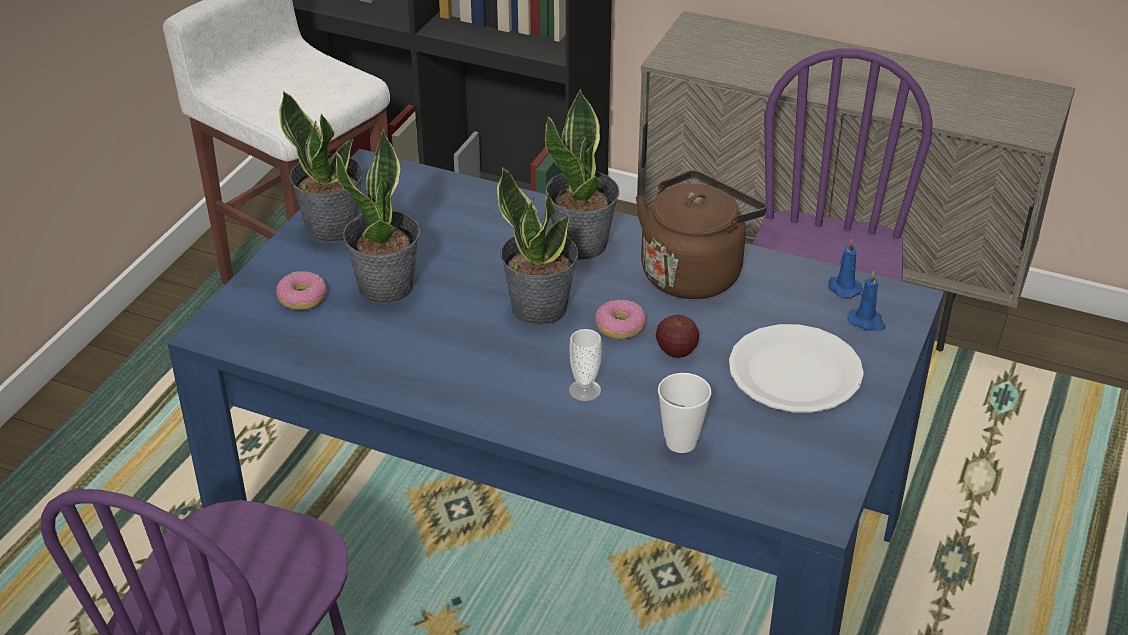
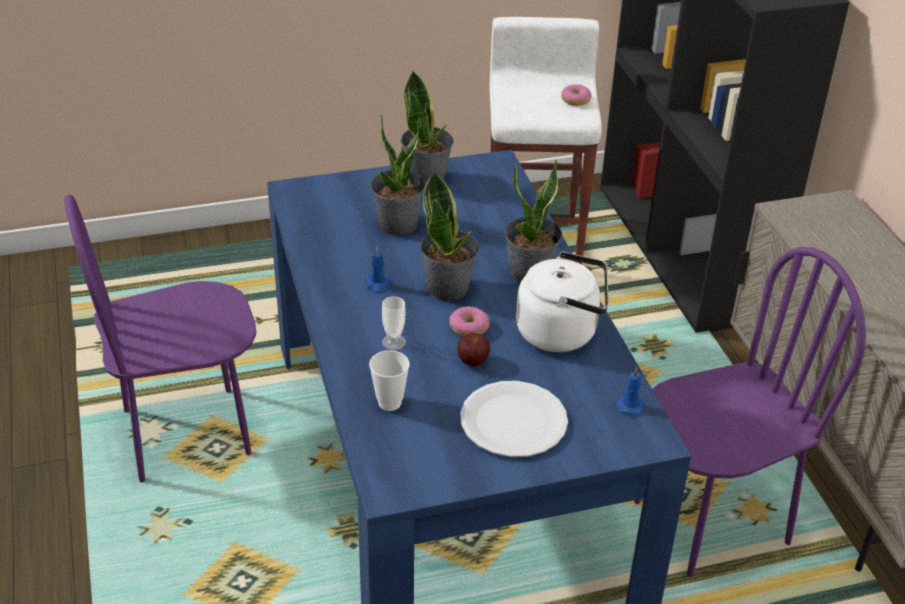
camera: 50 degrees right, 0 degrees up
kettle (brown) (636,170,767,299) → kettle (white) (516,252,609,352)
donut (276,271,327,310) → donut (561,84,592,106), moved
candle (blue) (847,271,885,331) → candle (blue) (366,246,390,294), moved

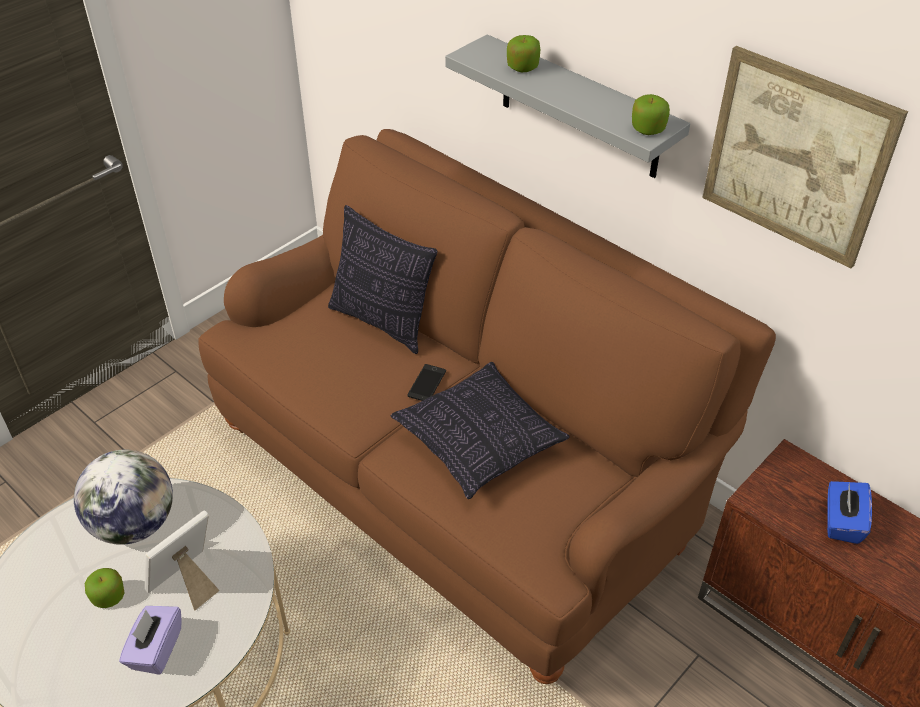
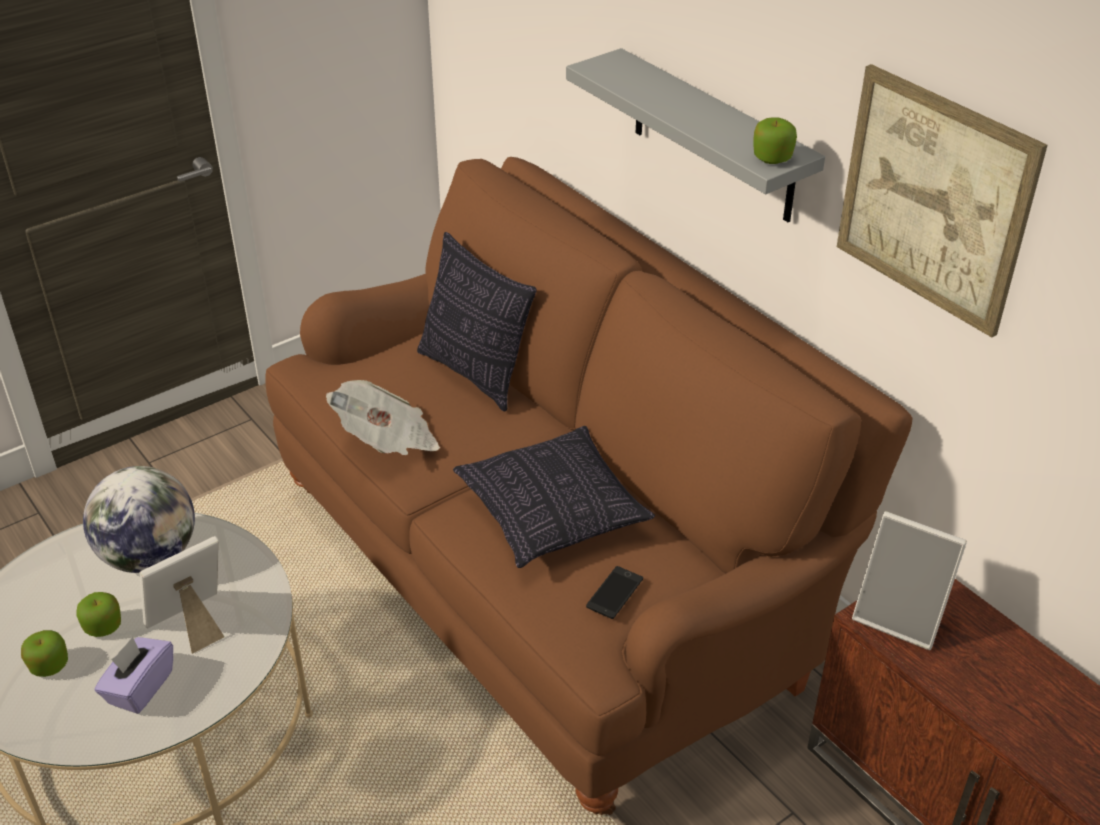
camera: 10 degrees right, 5 degrees down
apple (507,35,540,72) → apple (21,630,68,677), moved
phone (407,364,446,401) → phone (586,566,643,619), moved
tissue box (blue) (827,481,872,544) → -
- → newspaper (326,380,440,455)
- → picture frame (852,511,967,650)

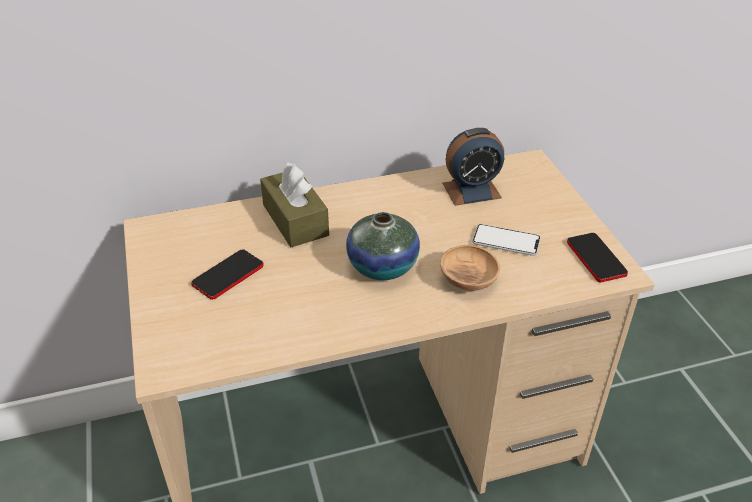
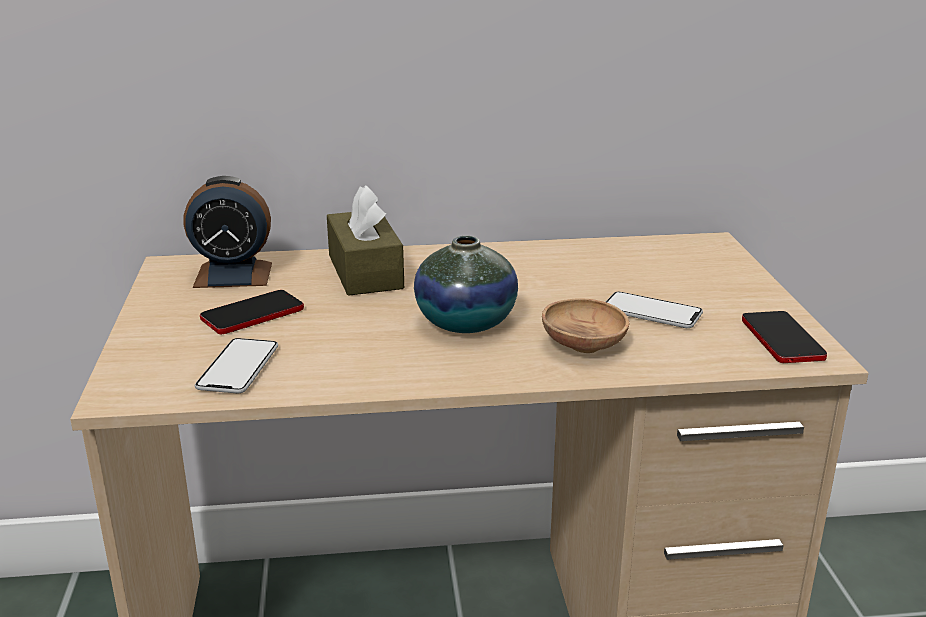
camera: 10 degrees right, 15 degrees down
alarm clock (442,128,504,206) → alarm clock (184,176,272,288), moved
- → phone (195,338,278,393)

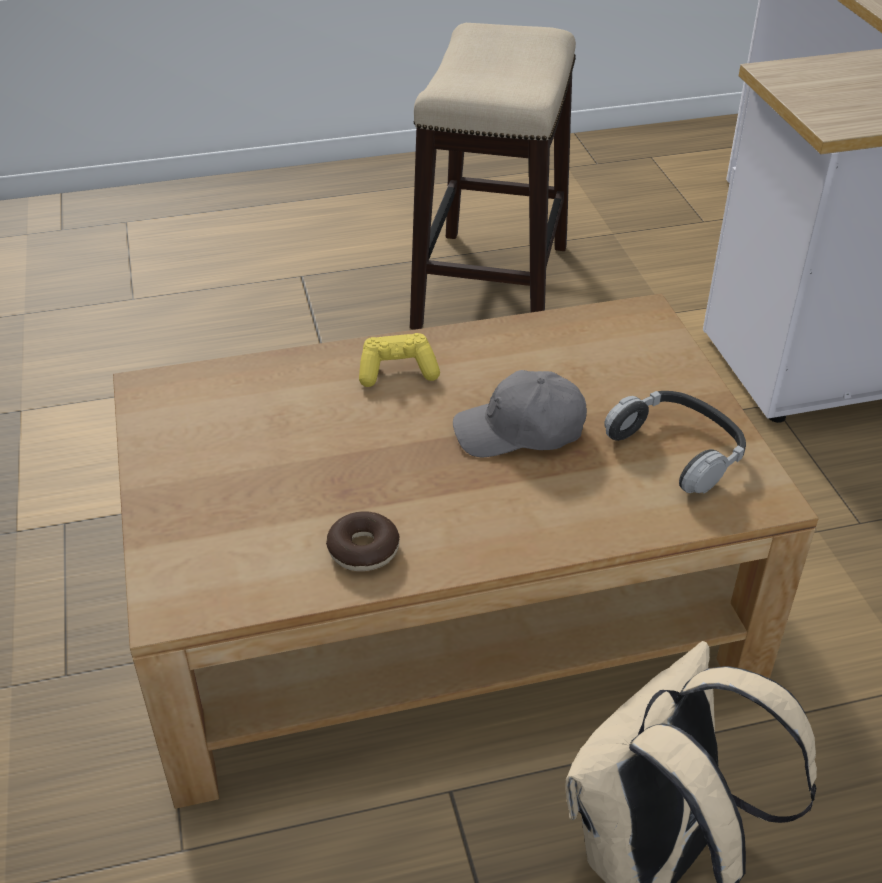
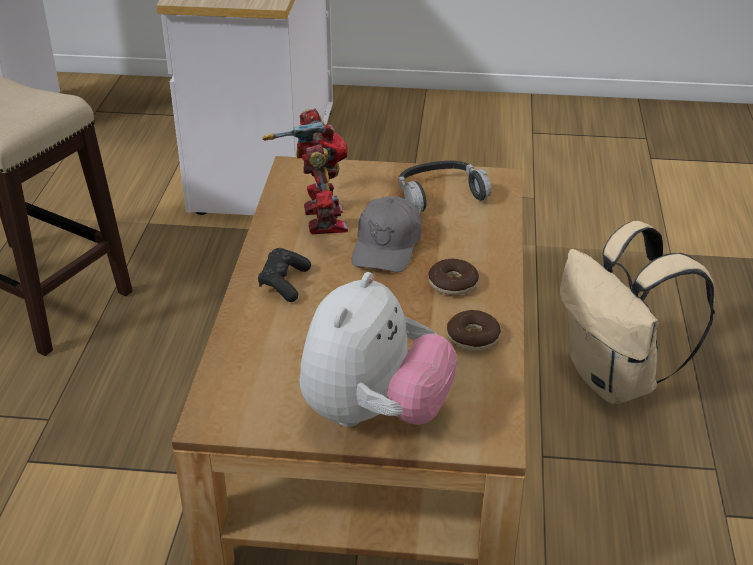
camera: 70 degrees left, 5 degrees down
game controller (yellow) (359,333,440,387) → game controller (black) (258,248,311,302)
- → toy robot (263,108,348,234)
- → donut (428,259,479,295)
- → plush toy (299,272,457,427)

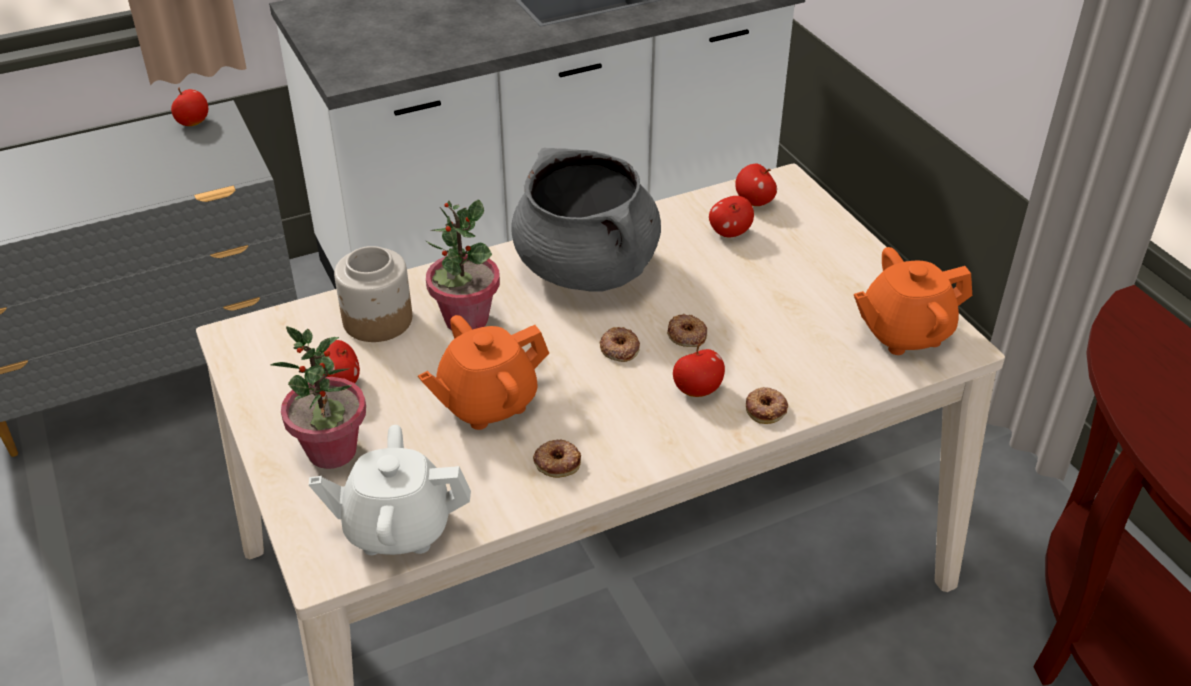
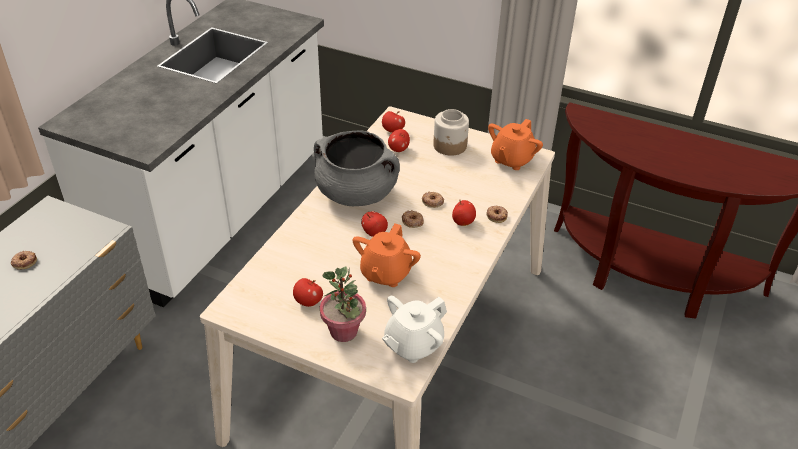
camera: 40 degrees left, 0 degrees up
apple (171,87,208,126) → apple (361,211,388,237), moved
potted plant (426,199,500,331) → -
jar (334,246,412,342) → jar (433,109,469,156), moved
donut (533,440,581,478) → donut (11,251,37,269), moved

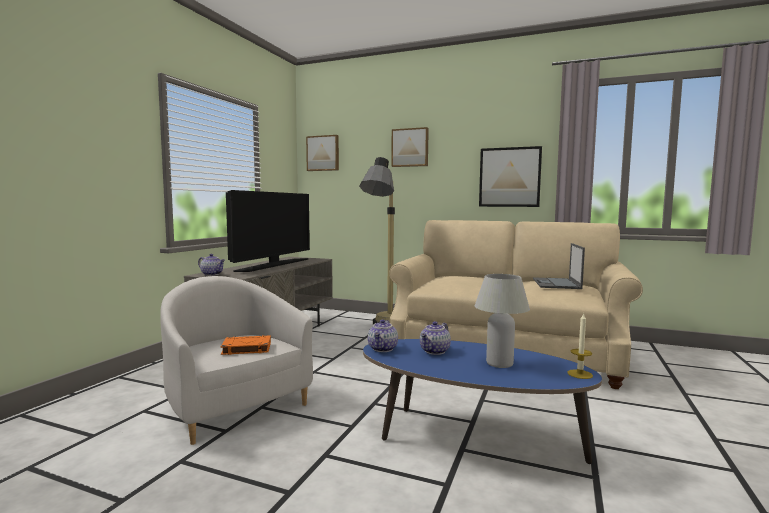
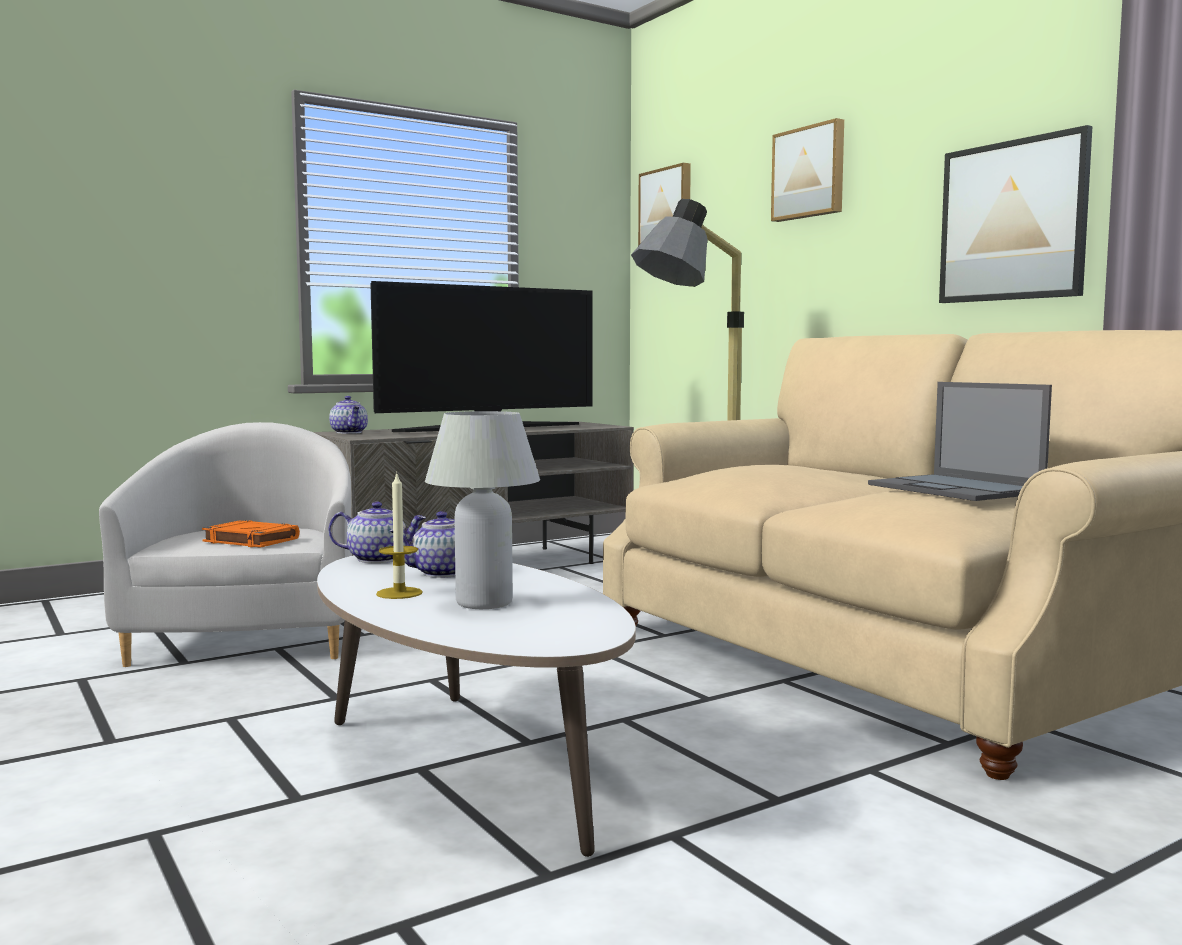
camera: 35 degrees right, 0 degrees up
laptop (533,243,585,289) → laptop (868,382,1052,501), 75 degrees counterclockwise
candle (567,312,593,379) → candle (376,474,423,599), moved
teapot (368,319,398,352) → teapot (328,502,426,563), 135 degrees counterclockwise
coffee table (blue) (363,339,602,464) → coffee table (white) (317,555,636,857)

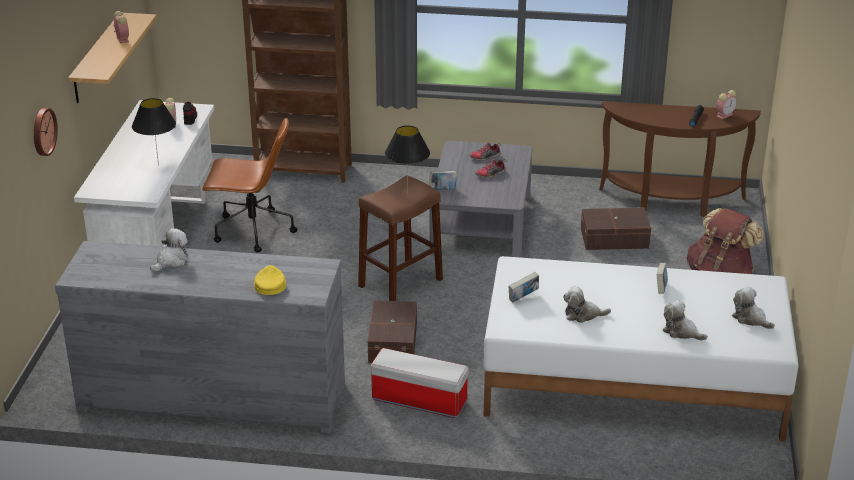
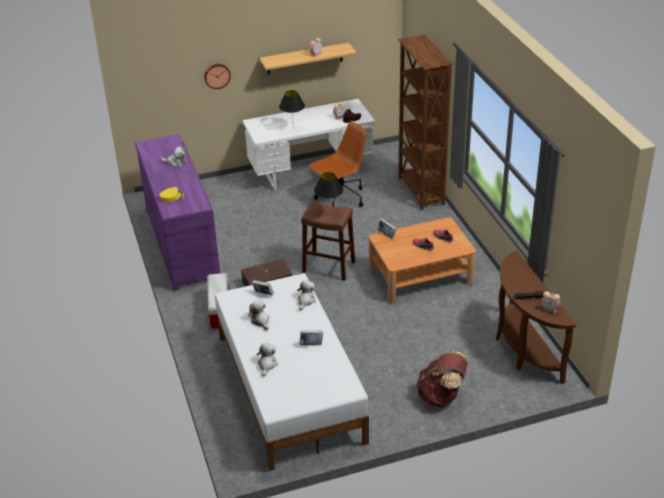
camera: 65 degrees right, 5 degrees up
office chair (brown) (202,117,297,253) → office chair (brown) (308,121,367,207), 105 degrees counterclockwise
coffee table (grey) (430,141,533,258) → coffee table (brown) (369,217,476,304)
storage box (brown) (581,207,651,250) → -
dresser (grey) (55,241,345,433) → dresser (purple) (135,134,220,291)
plush toy (732,287,775,329) → plush toy (297,281,316,311), moved

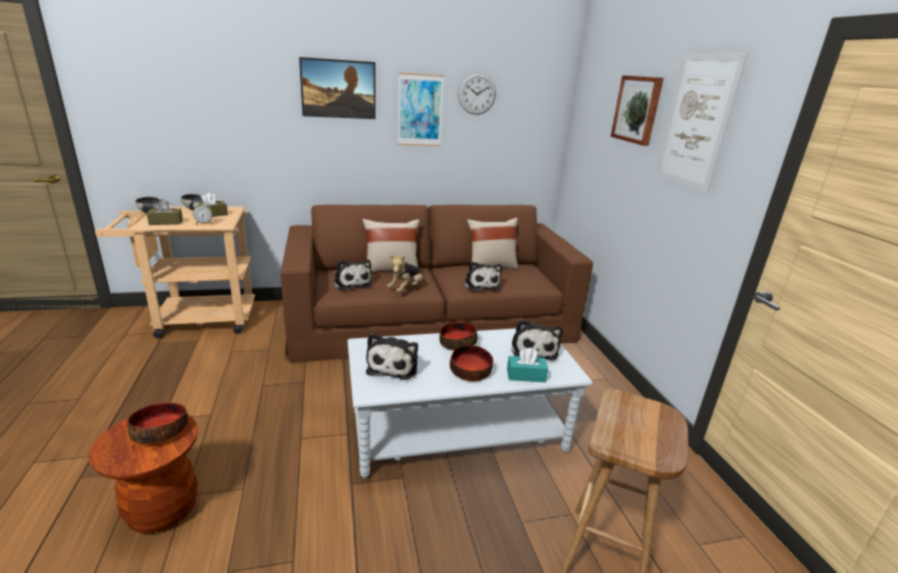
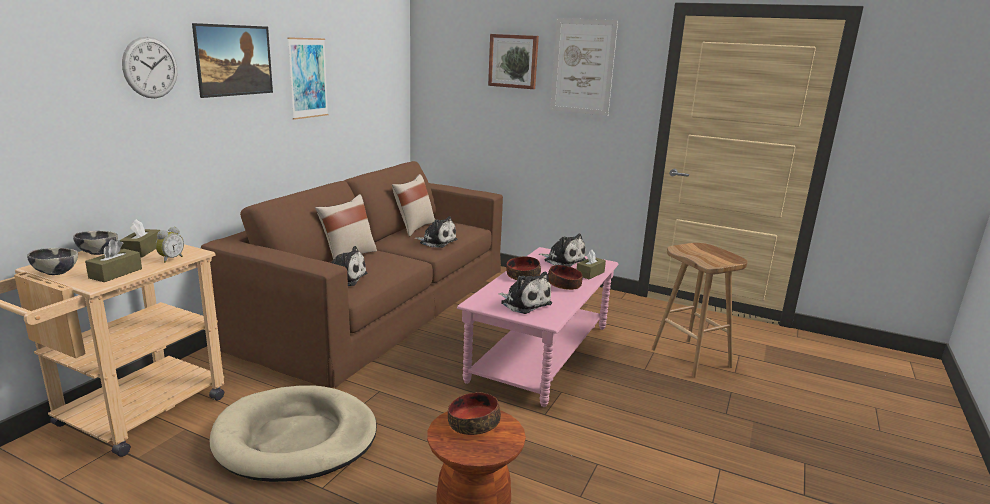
camera: 50 degrees left, 5 degrees down
wall clock (458,73,496,115) → wall clock (122,37,177,98), moved
plush toy (387,255,425,292) → -
coffee table (grey) (347,328,593,478) → coffee table (pink) (457,247,619,407)
tissue box (turquoise) (507,348,548,382) → tissue box (brown) (577,250,606,279)
- → dog bed (beige) (209,385,377,482)

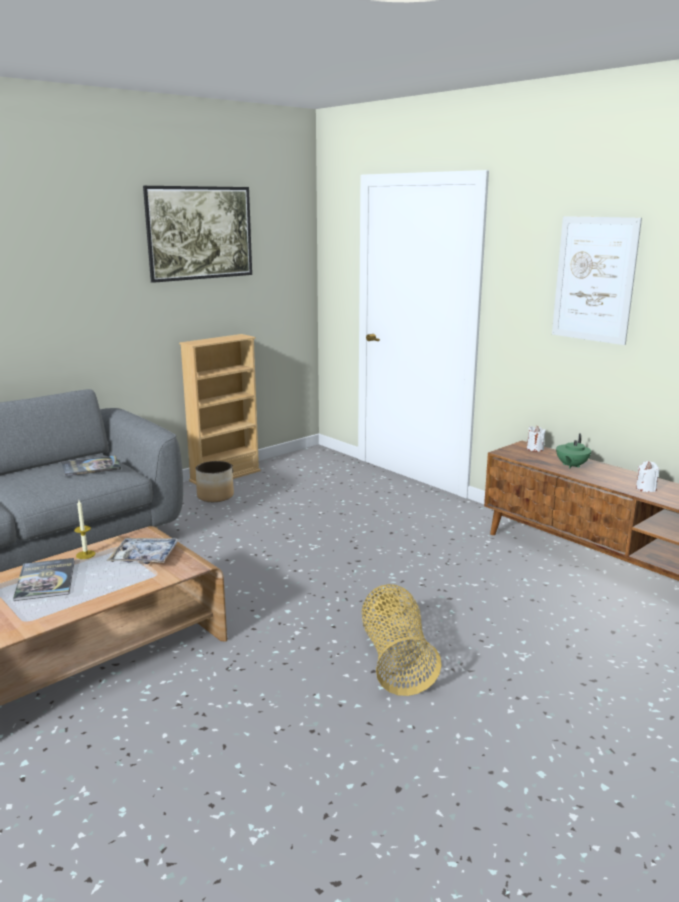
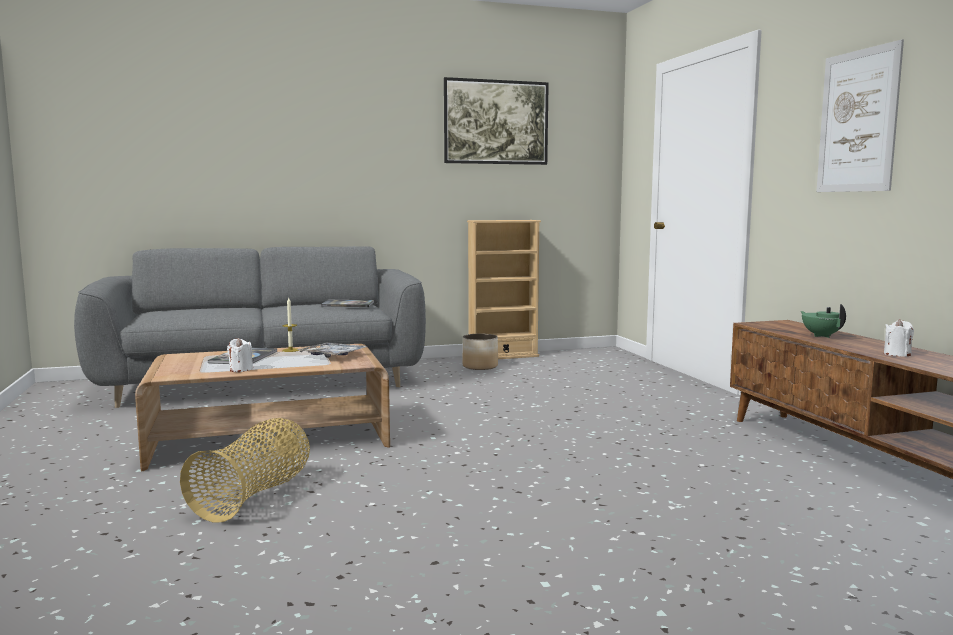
camera: 25 degrees right, 10 degrees down
candle (white) (527,426,545,452) → candle (white) (227,338,253,372), moved
teapot (green) (556,433,591,469) → teapot (green) (801,304,846,338), 105 degrees clockwise
basket (362,584,442,696) → basket (180,418,310,522), moved

